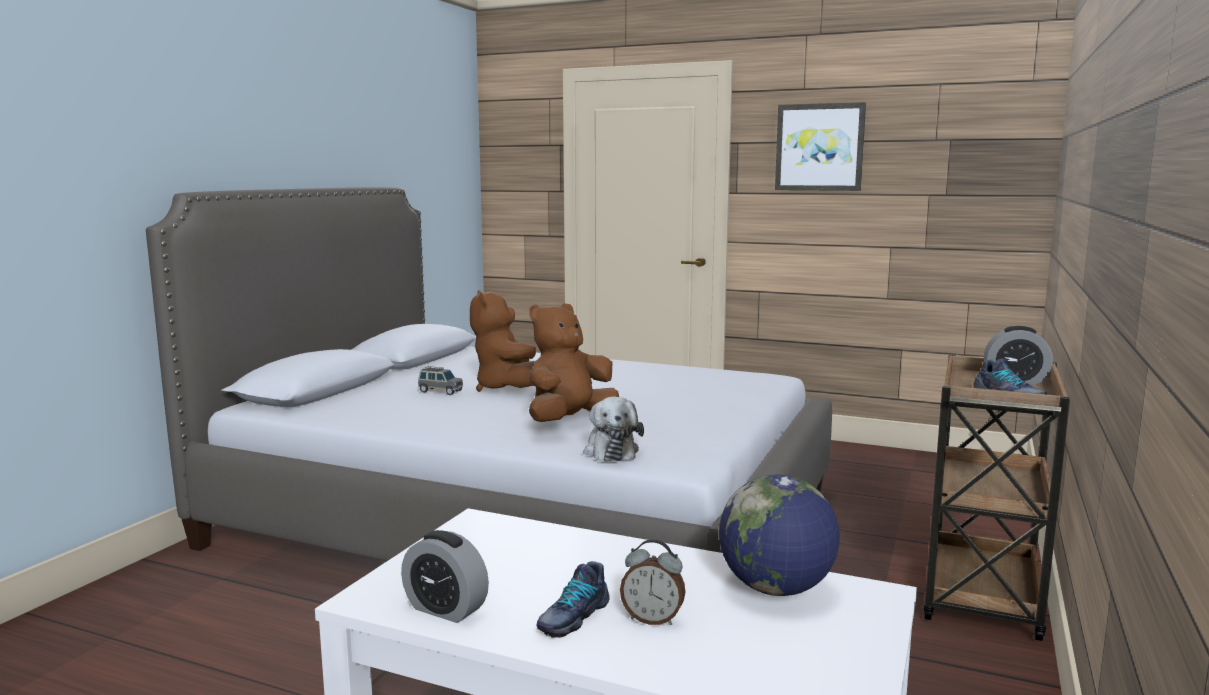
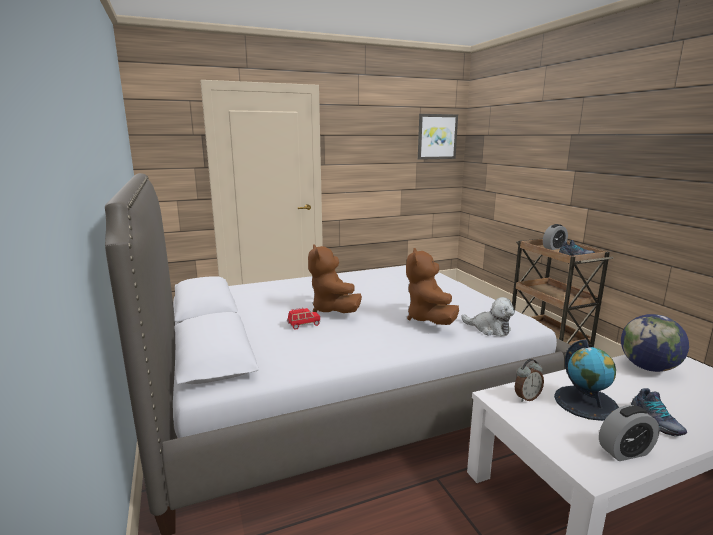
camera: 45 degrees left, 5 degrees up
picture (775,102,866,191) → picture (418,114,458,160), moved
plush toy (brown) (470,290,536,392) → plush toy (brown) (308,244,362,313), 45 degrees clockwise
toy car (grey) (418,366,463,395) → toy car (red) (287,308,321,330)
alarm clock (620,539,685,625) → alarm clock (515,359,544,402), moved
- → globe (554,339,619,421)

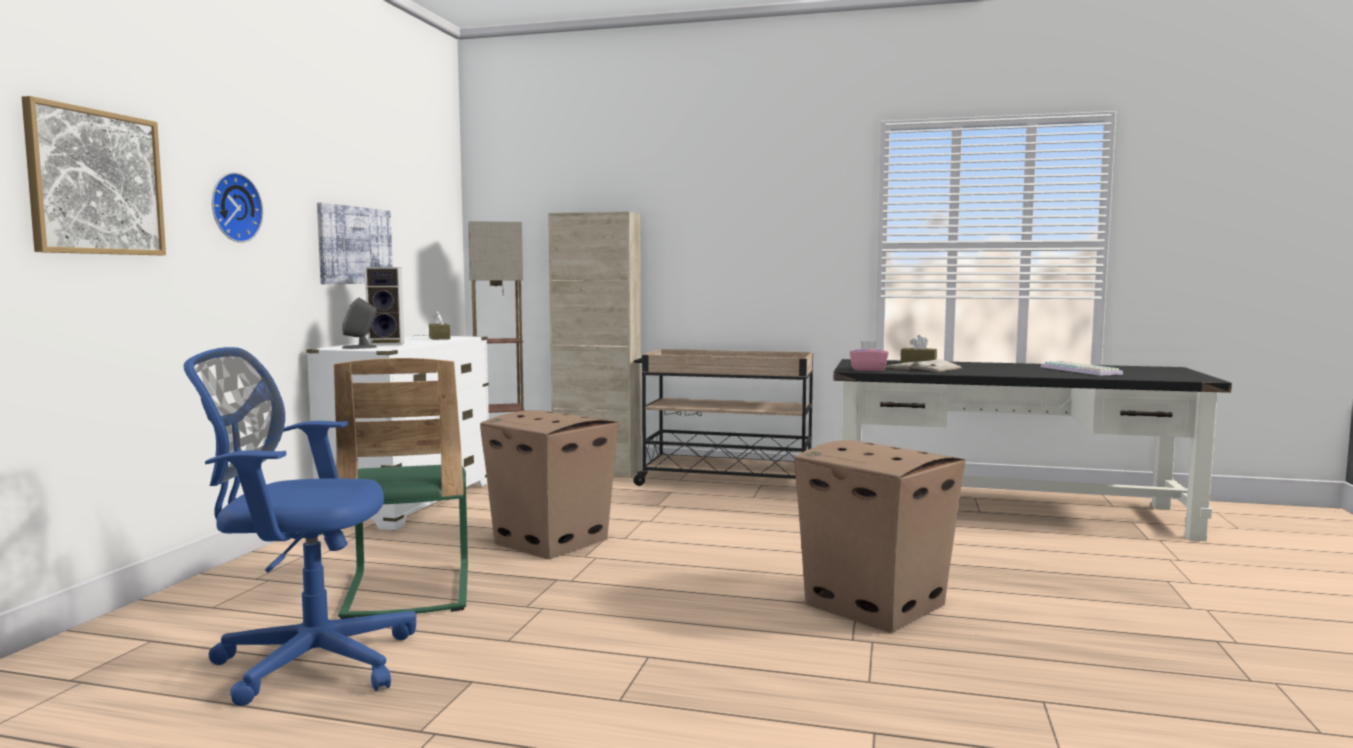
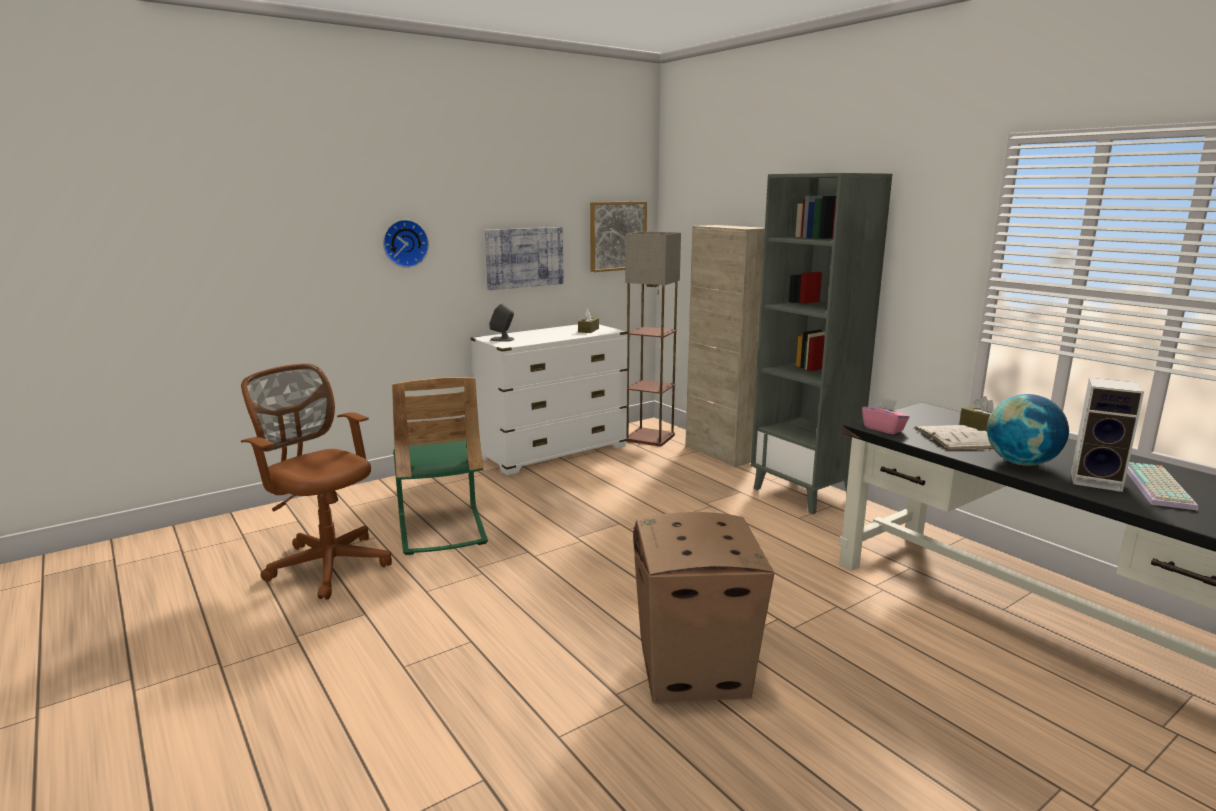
camera: 40 degrees right, 10 degrees up
picture (22,96,166,255) → picture (590,201,647,272), moved
speaker (365,267,404,346) → speaker (1071,378,1144,492), moved
office chair (blue) (184,347,416,706) → office chair (brown) (241,364,392,600)
cart (beige) (633,349,813,486) → bookcase (grey) (751,173,892,514)
chair (green) (334,358,468,619) → chair (green) (392,377,488,555), 45 degrees counterclockwise
cardboard box (480,410,619,559) → -
- → globe (987,394,1069,466)

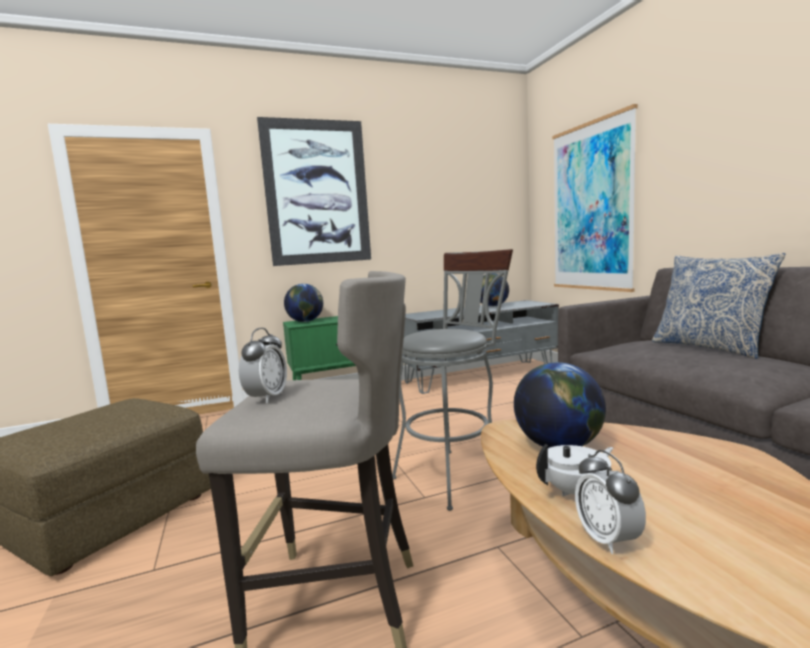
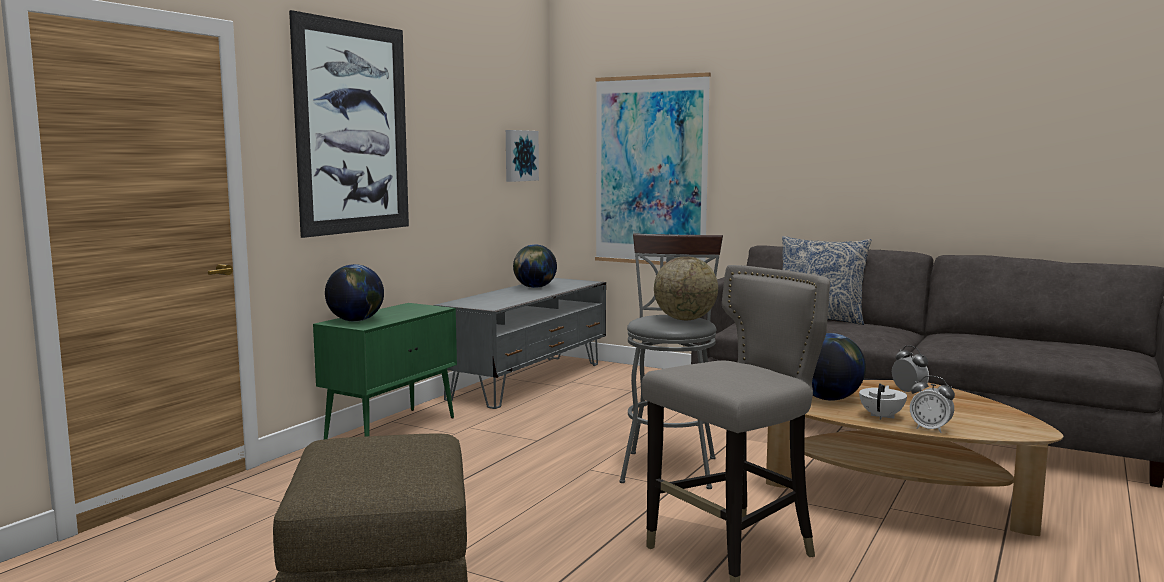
camera: 40 degrees left, 0 degrees up
alarm clock (239,328,287,403) → alarm clock (892,345,929,393), moved
- → picture (506,130,539,182)
- → globe (654,256,718,320)

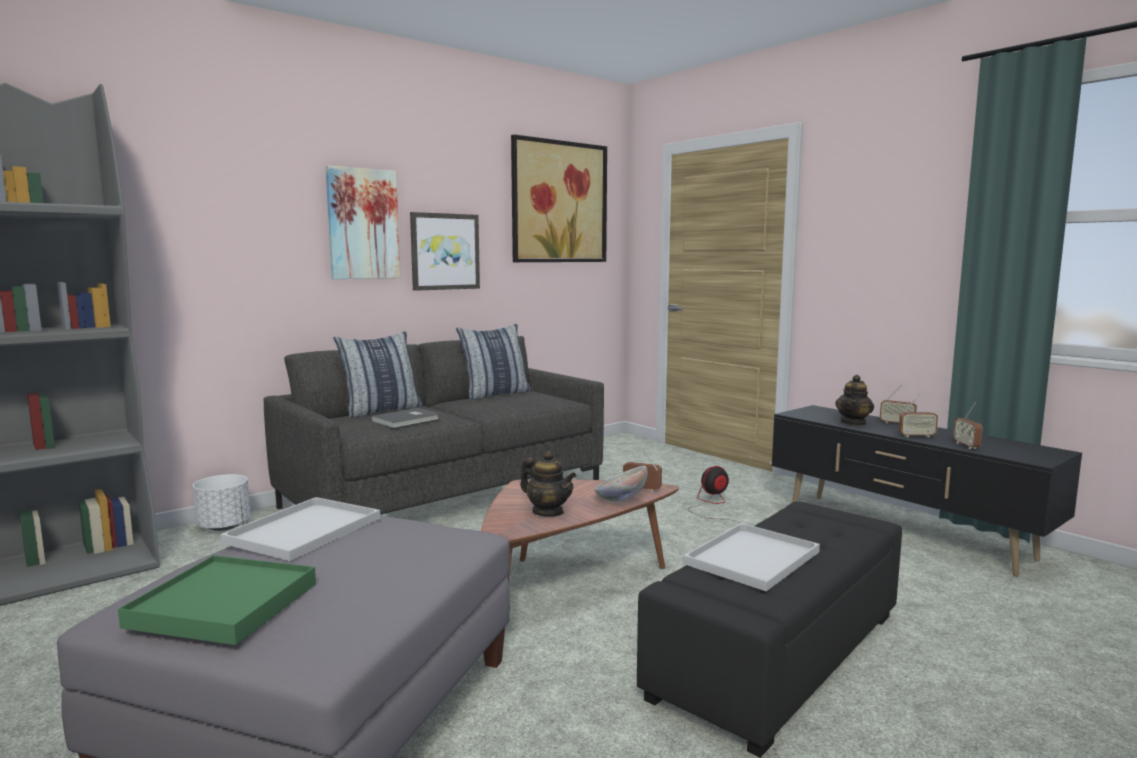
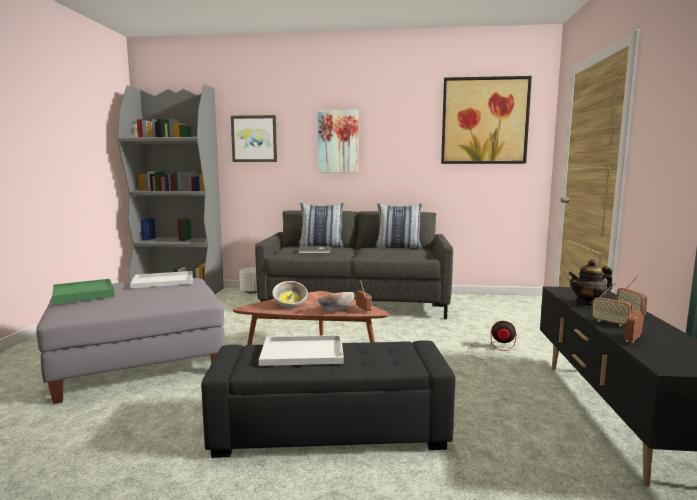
camera: 45 degrees right, 0 degrees up
picture (410,212,480,291) → picture (231,115,277,162), moved
teapot (520,451,576,517) → bowl (272,281,308,308)

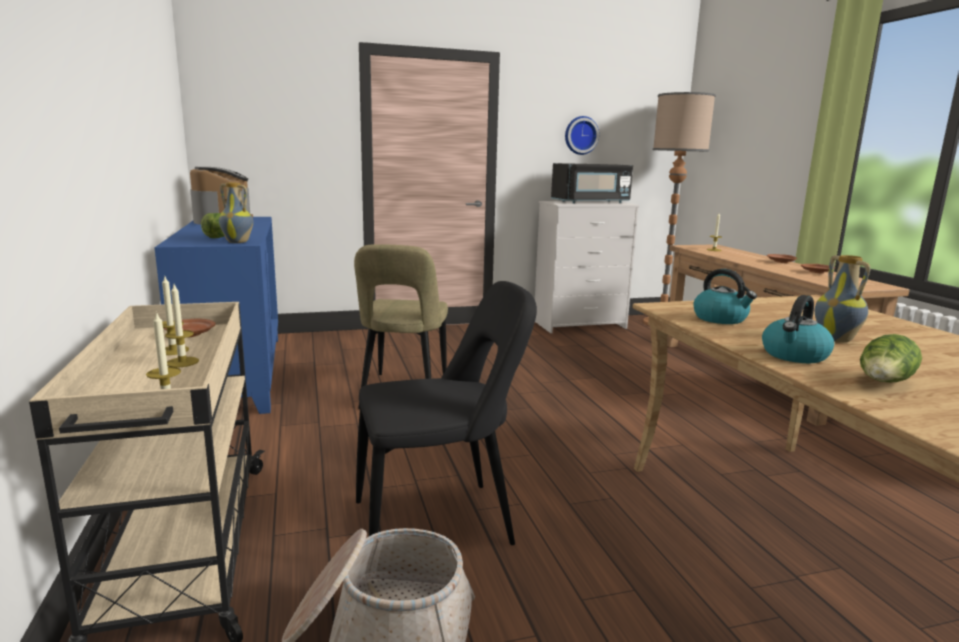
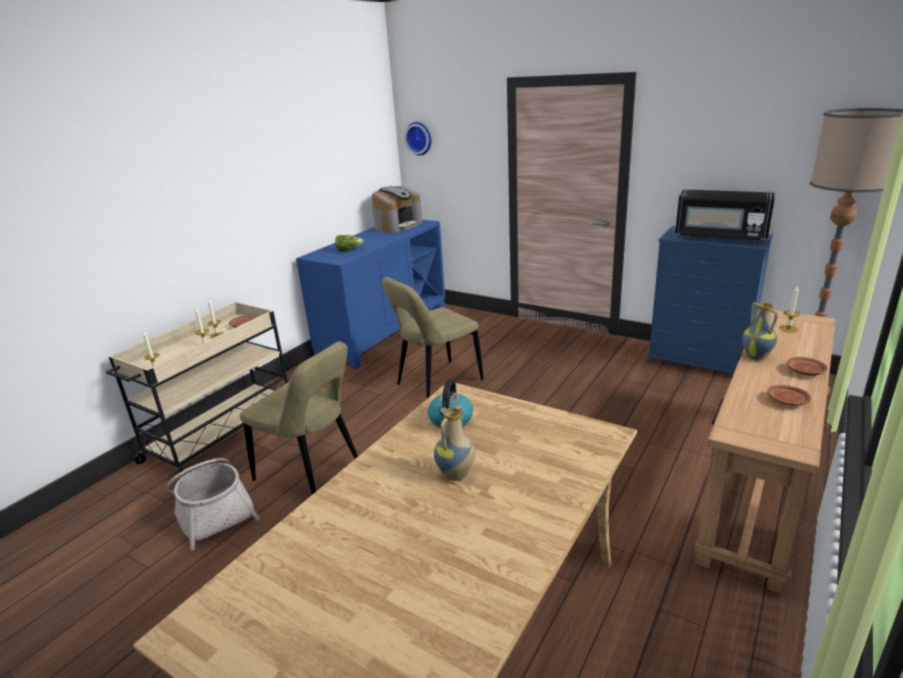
camera: 50 degrees right, 10 degrees up
wall clock (565,116,599,155) → wall clock (404,122,432,156), moved
vase (219,183,253,243) → vase (742,302,778,360), moved
dresser (white) (535,201,640,333) → dresser (blue) (648,226,773,374)
chair (black) (356,281,537,545) → chair (beige) (240,341,358,495)
kettle (762,295,834,363) → -
lettuce (860,334,922,382) → -

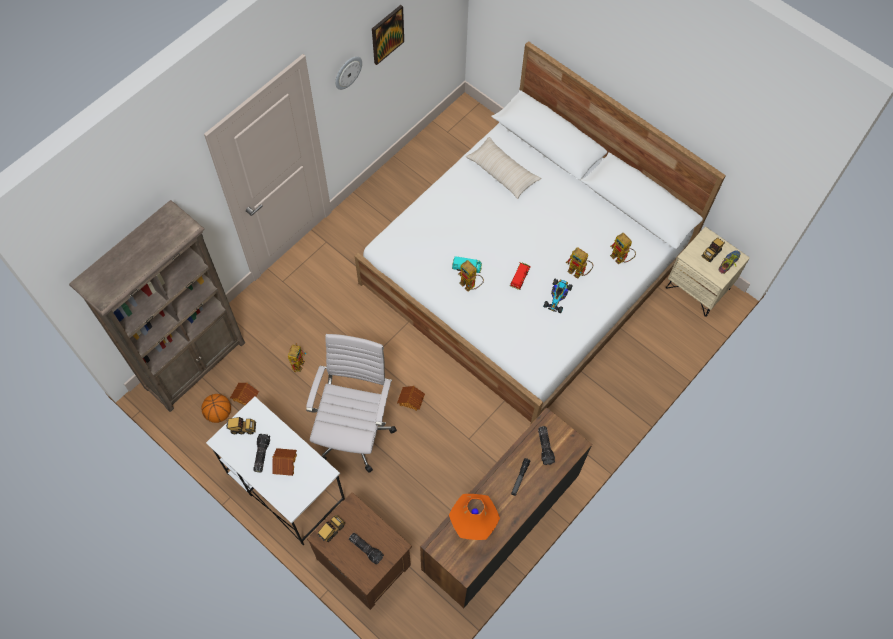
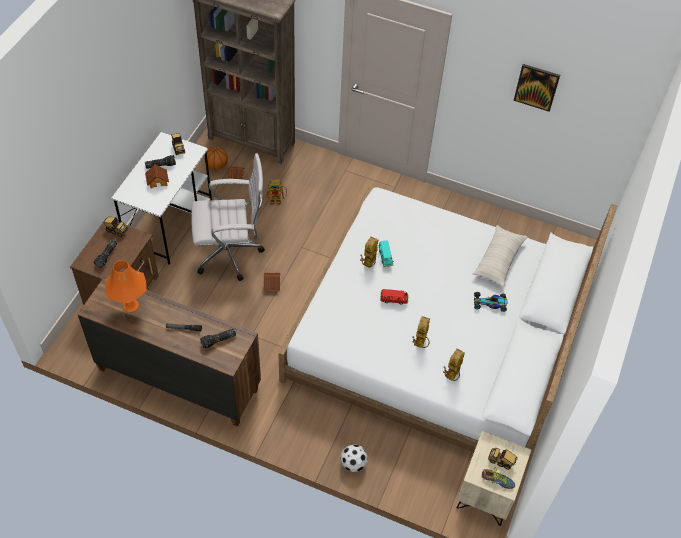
camera: 70 degrees right, 10 degrees down
wall clock (335,56,362,90) → -
toy car (544,279,573,313) → toy car (474,292,507,312), moved
- → football (341,444,368,472)

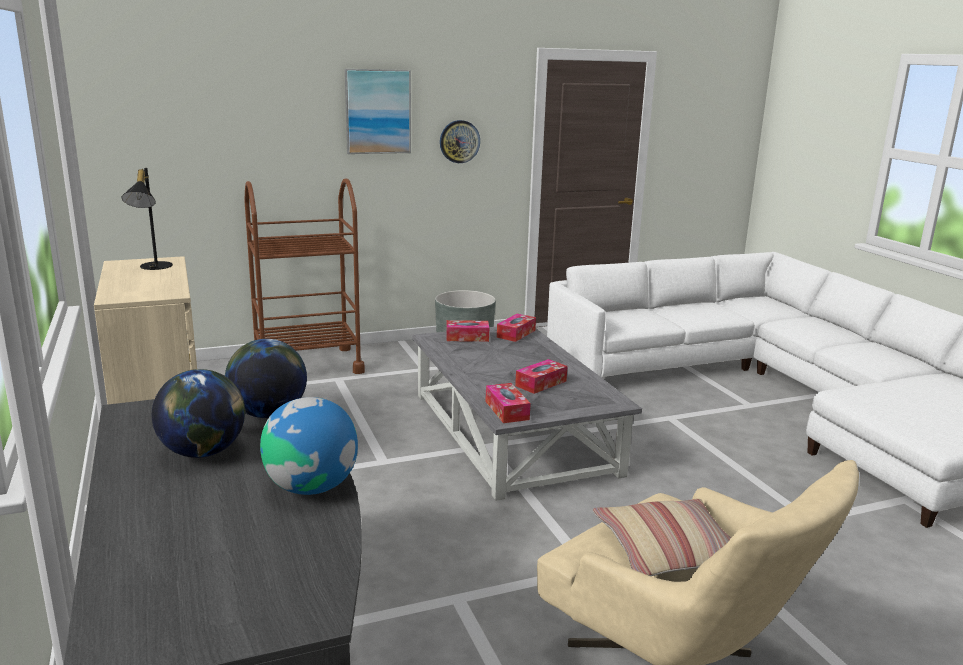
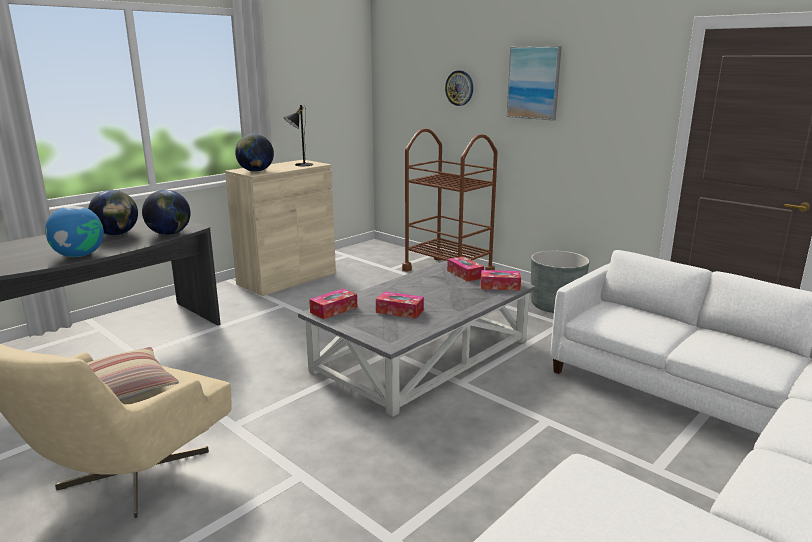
camera: 65 degrees right, 0 degrees up
wall clock (440,120,480,163) → wall clock (445,70,473,106), moved
- → globe (235,134,274,172)

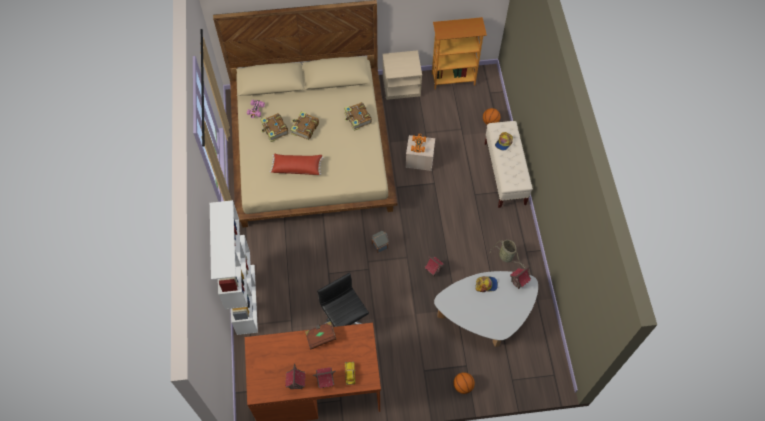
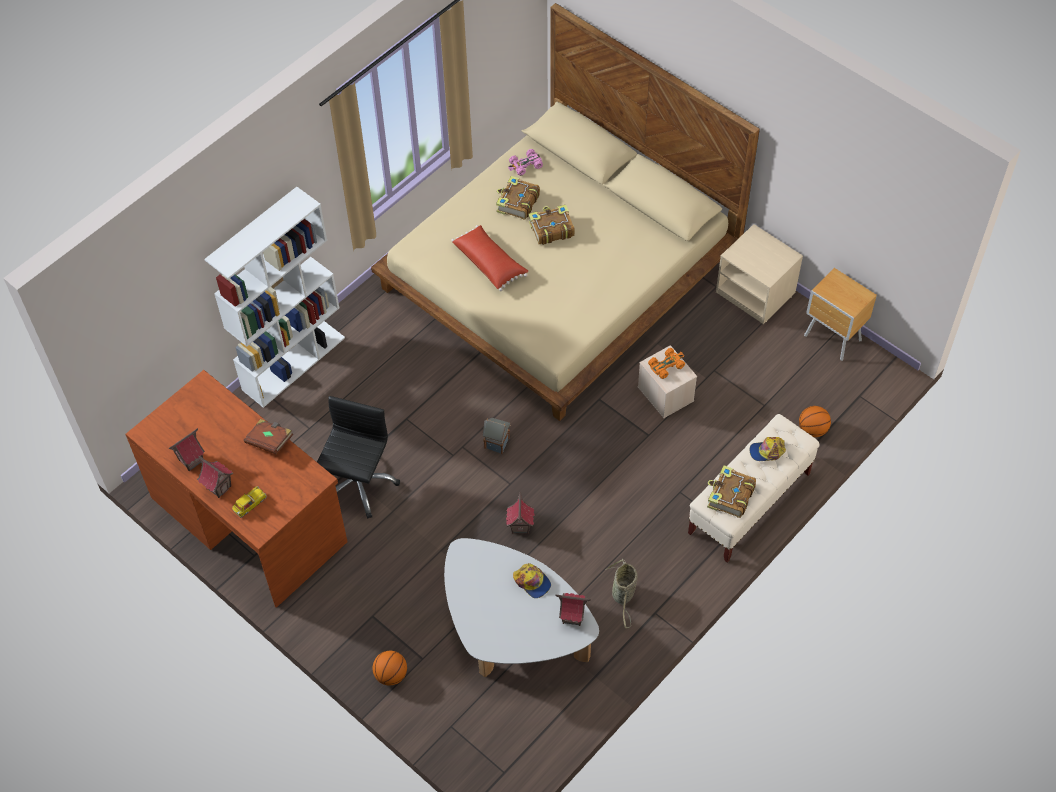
camera: 50 degrees right, 5 degrees down
bookcase (432,17,487,89) → nightstand (brown) (804,268,877,361)
book (344,102,372,131) → book (707,465,756,518), moved

